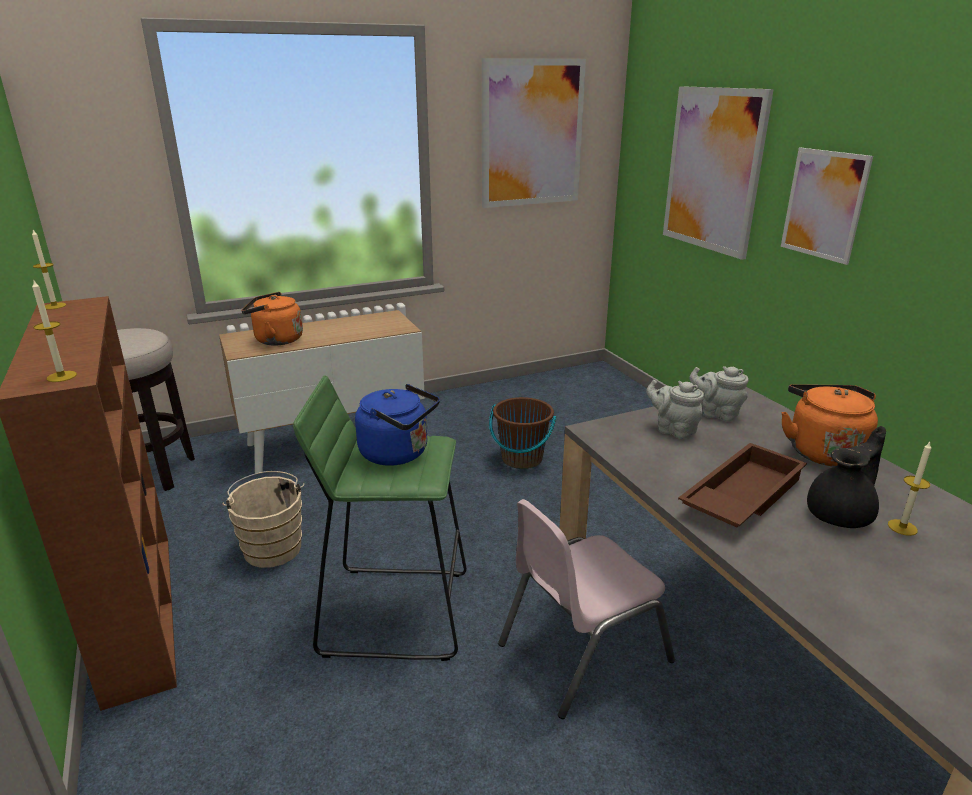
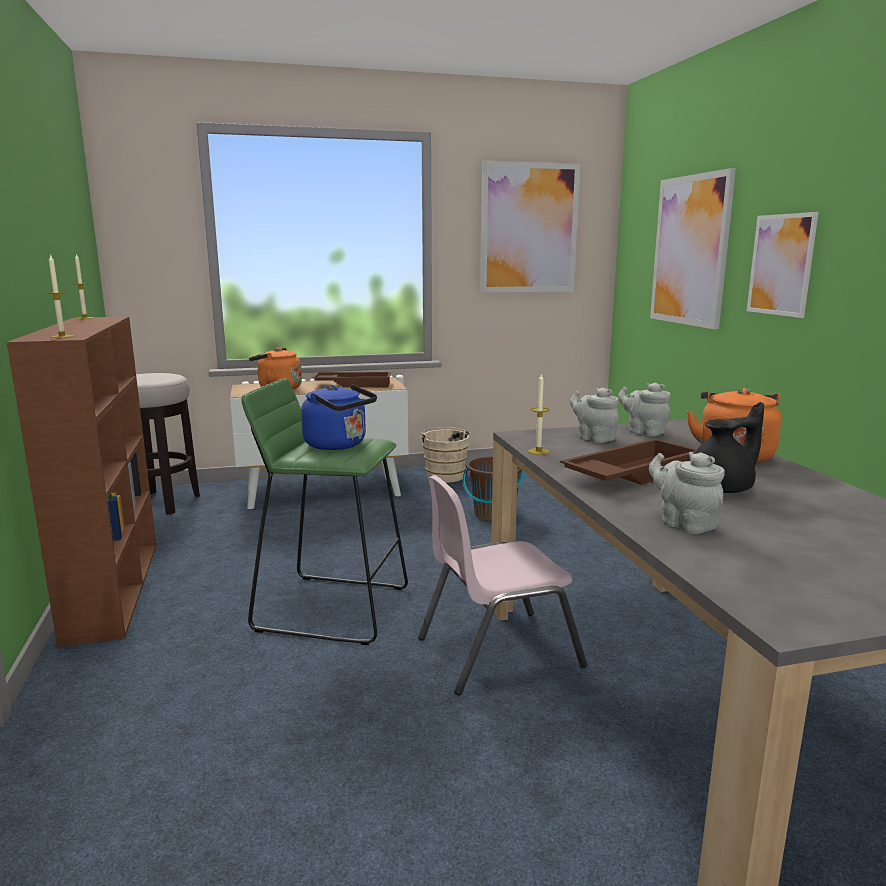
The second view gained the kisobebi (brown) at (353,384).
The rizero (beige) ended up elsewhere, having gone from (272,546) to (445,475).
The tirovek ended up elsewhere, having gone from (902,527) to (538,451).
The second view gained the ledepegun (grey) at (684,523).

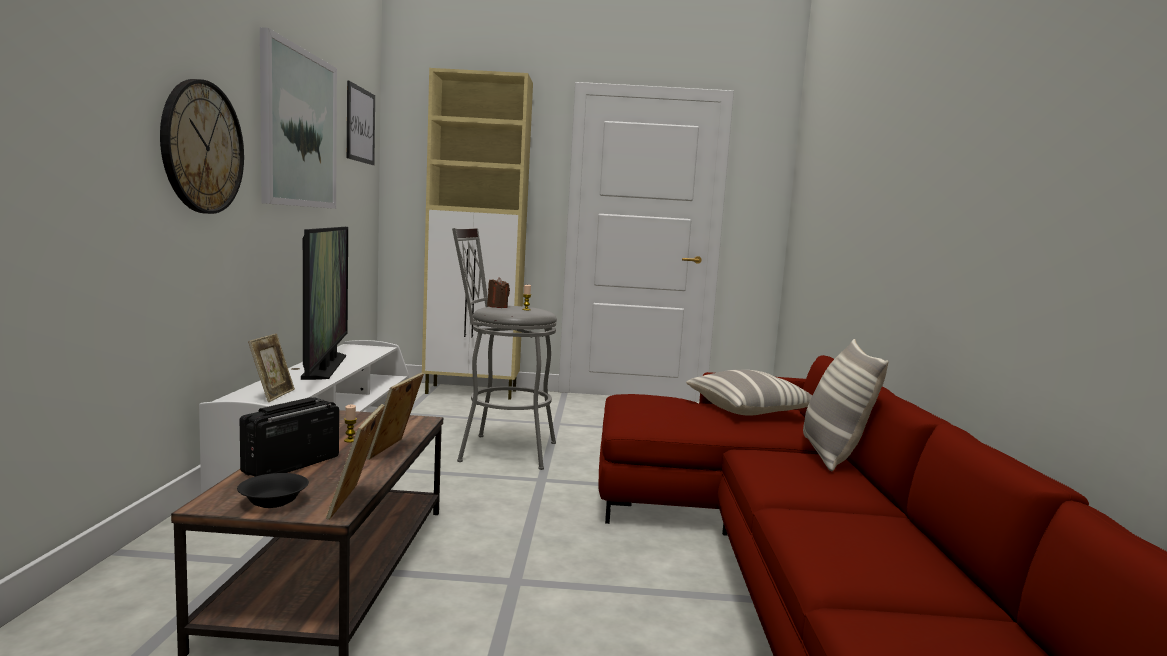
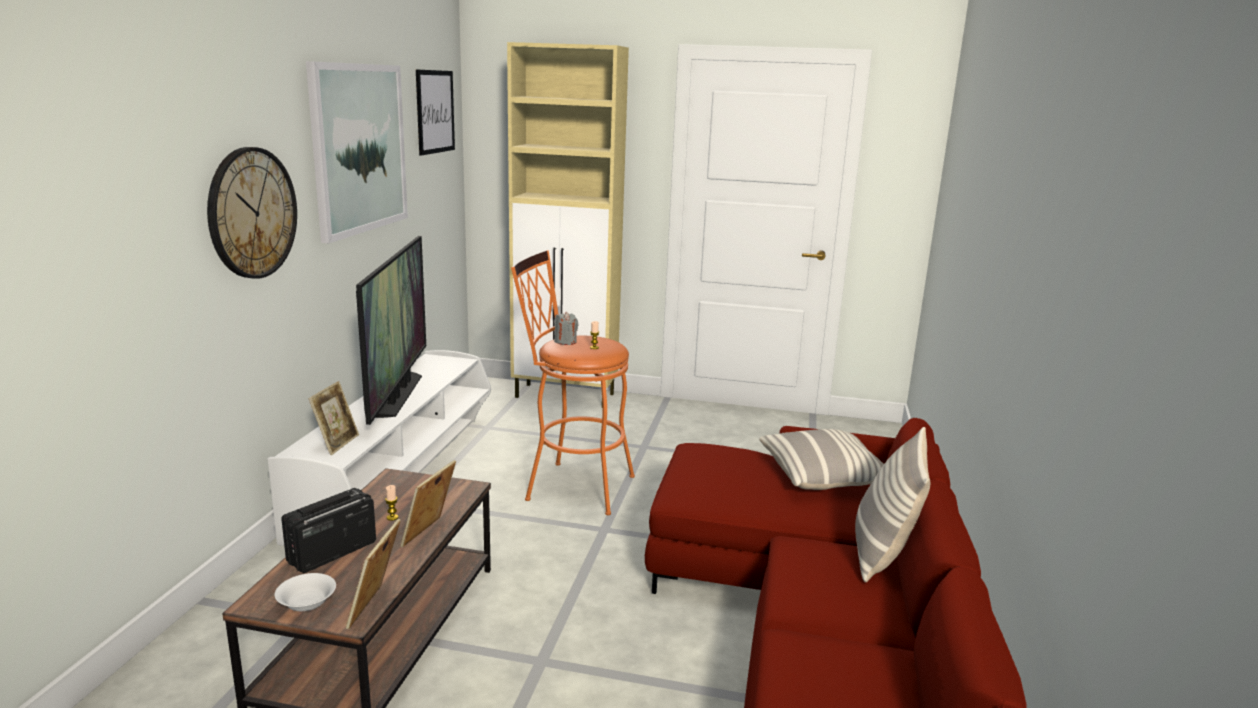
What was the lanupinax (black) at (272,502) turned into the lanupinax (white) at (306,603).
What was the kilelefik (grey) at (499,450) turned into the kilelefik (orange) at (572,486).
What was the tirovek (brown) at (497,306) turned into the tirovek (grey) at (565,342).

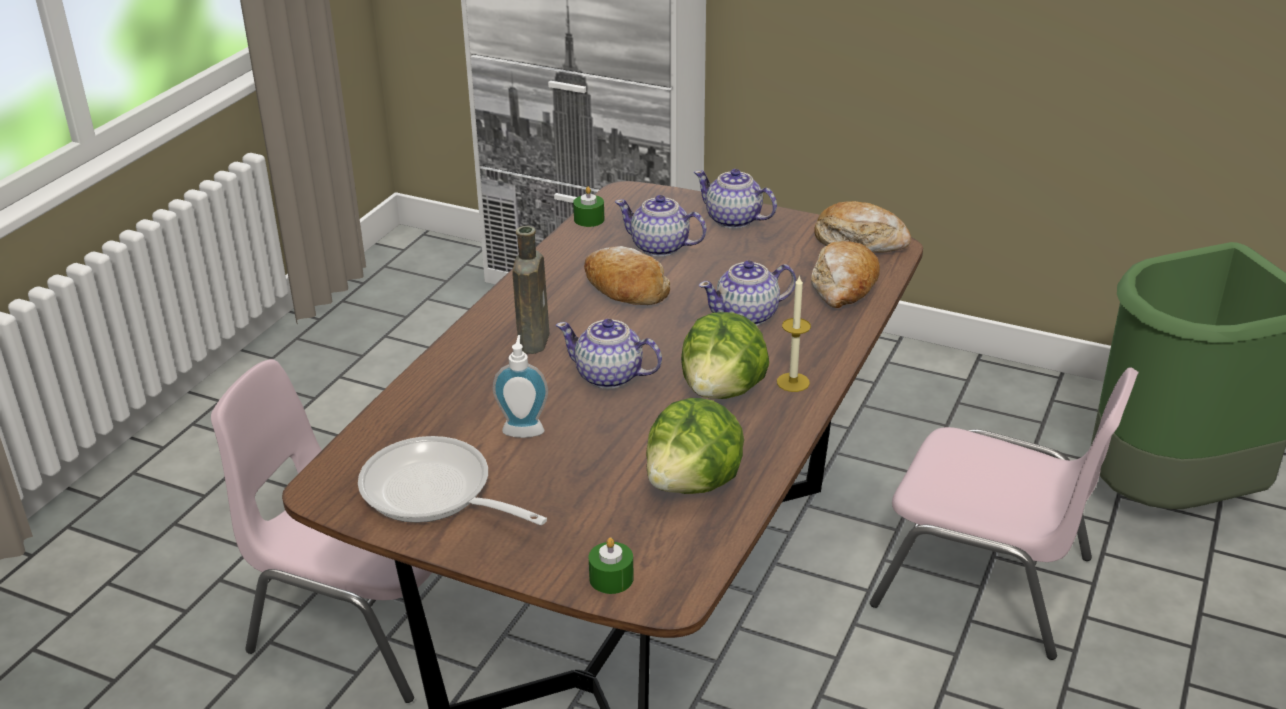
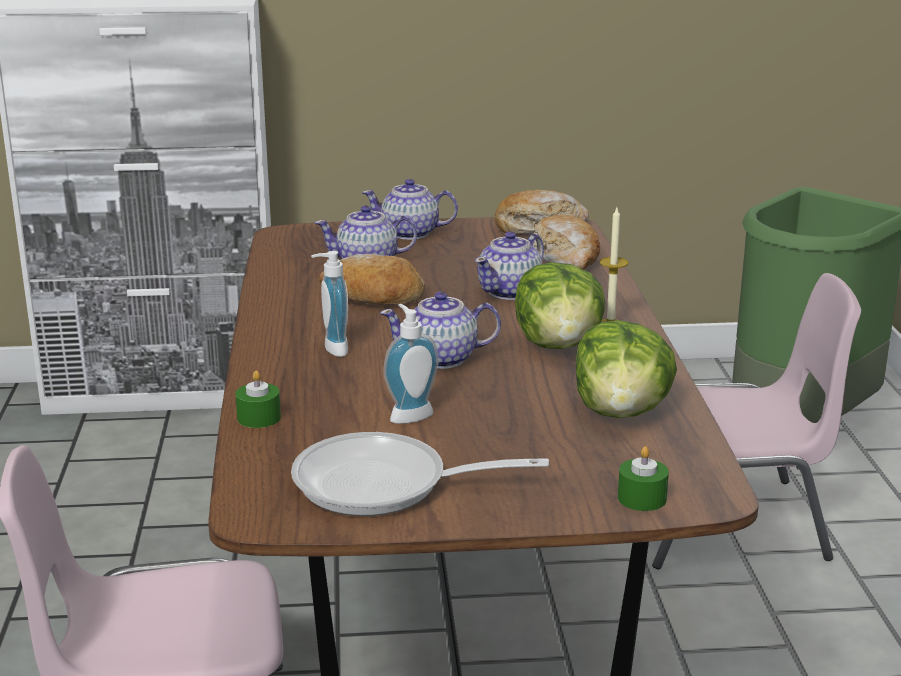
The tirovek (green) ended up elsewhere, having gone from (589,219) to (259,418).
Where the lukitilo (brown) stood at (534,339), the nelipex came to stand at (331,349).

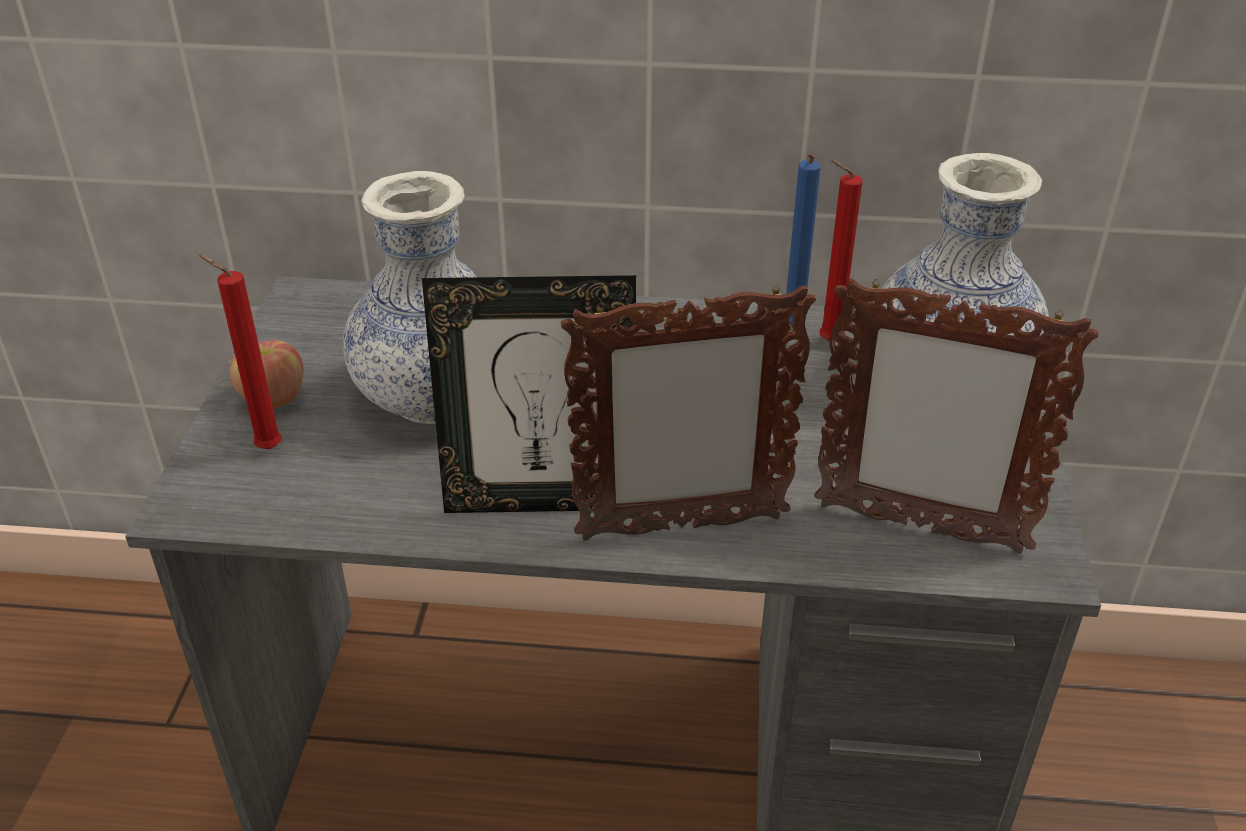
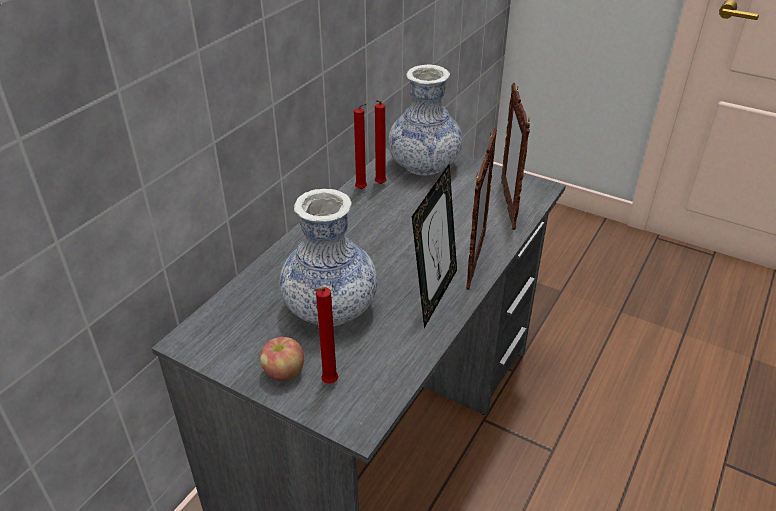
What was the tirovek (blue) at (792,328) turned into the tirovek (red) at (362,190).
The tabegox at (918,527) ended up facing another way, 135 degrees clockwise from before.

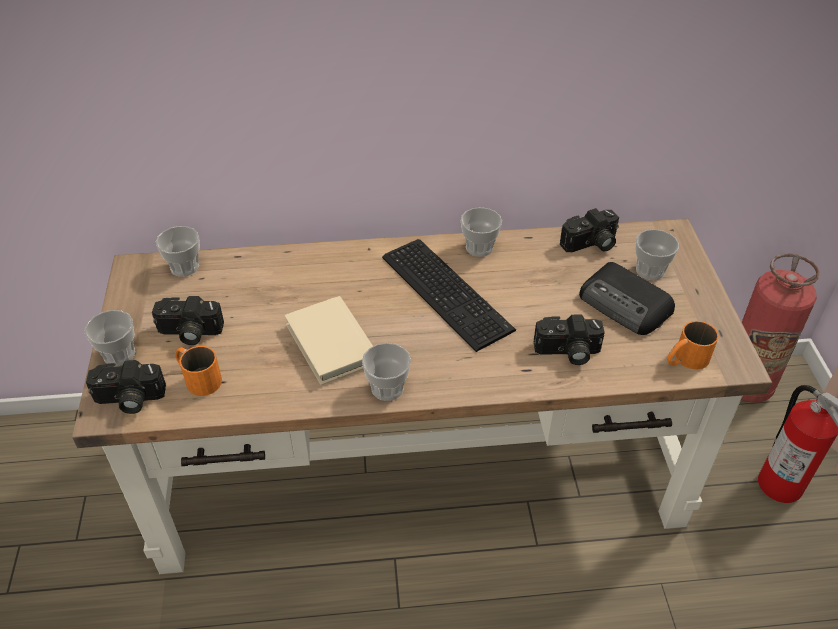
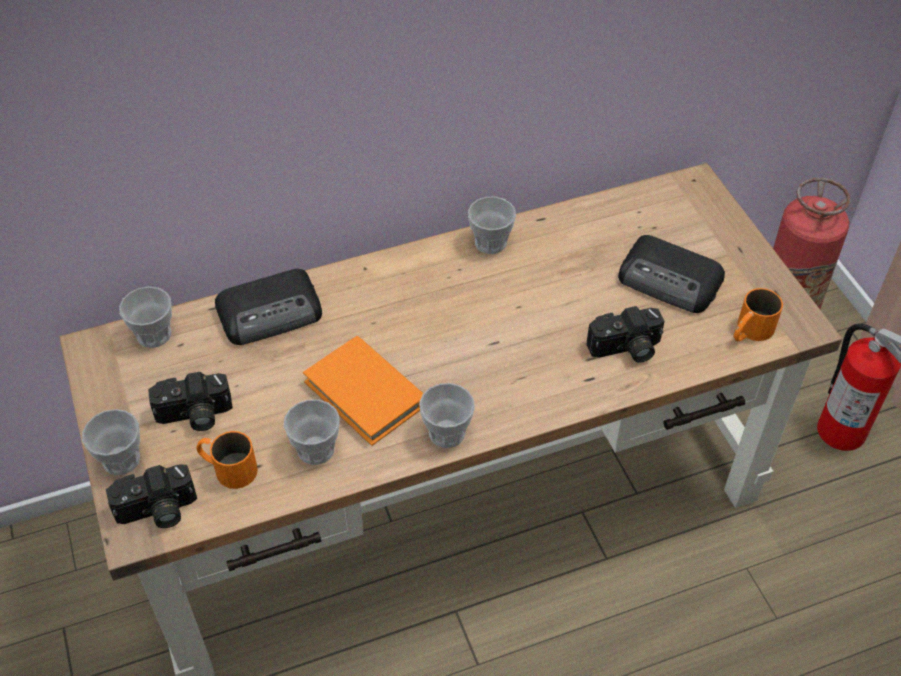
The second view gained the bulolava at (272,312).
The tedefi ended up elsewhere, having gone from (650,270) to (316,449).
What was the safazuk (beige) at (332,343) turned into the safazuk (orange) at (365,393).
The second view lost the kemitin at (447,290).
The second view lost the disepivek at (590,244).

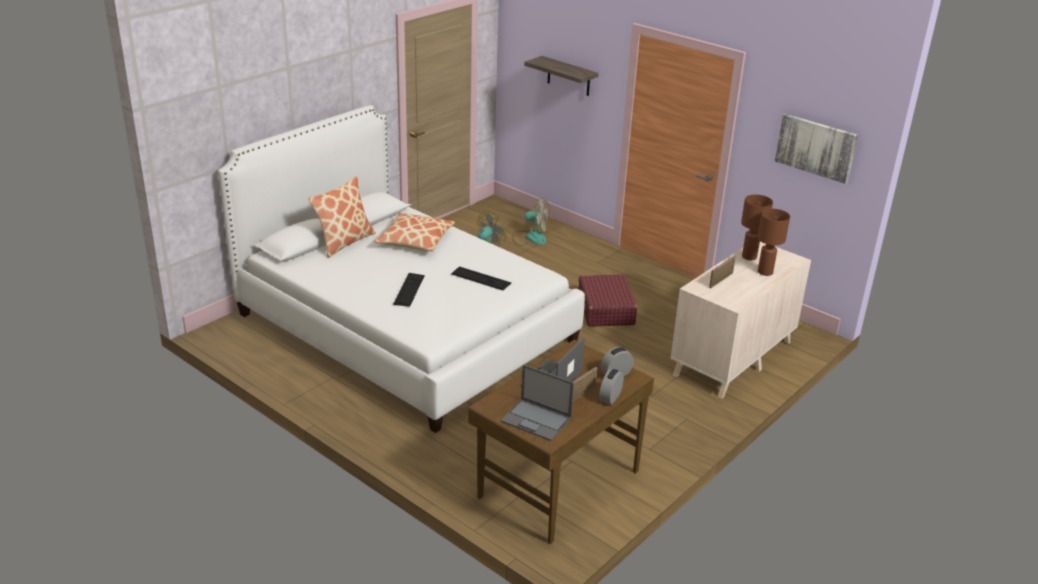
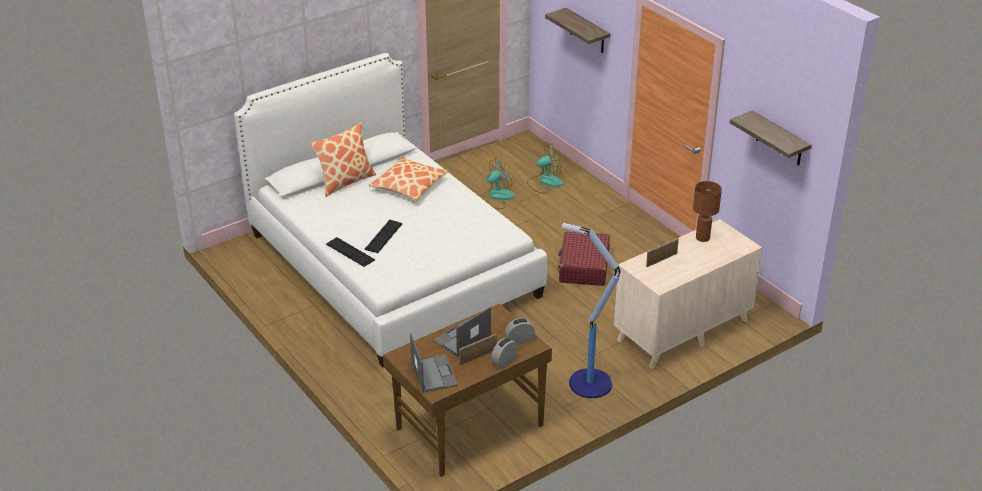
The kemitin ended up elsewhere, having gone from (480,278) to (350,252).
The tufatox at (537,420) ended up facing another way, 150 degrees counterclockwise from before.
The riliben at (530,237) ended up facing another way, 45 degrees counterclockwise from before.
The second view gained the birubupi at (588,383).
Where the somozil hung at (816,147), the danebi came to hang at (779,139).
The second view lost the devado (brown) at (764,272).

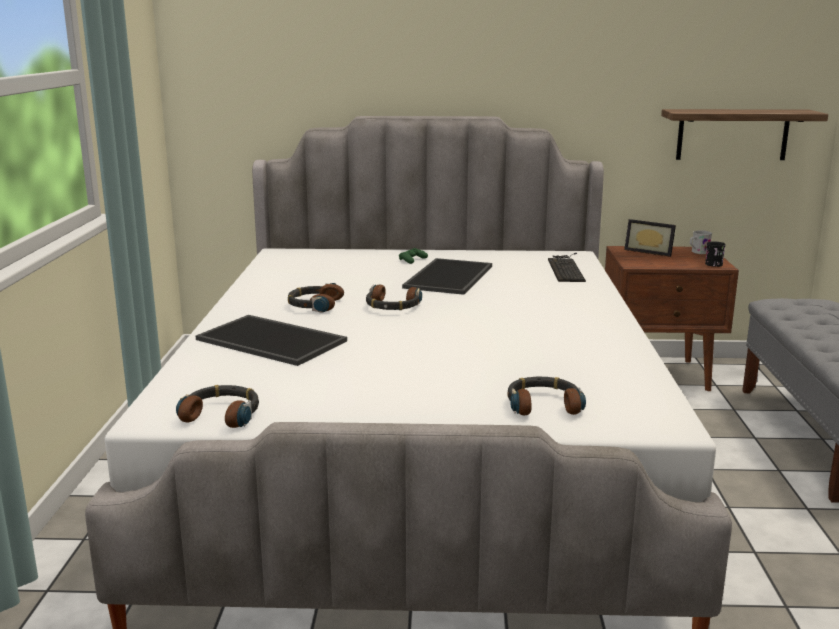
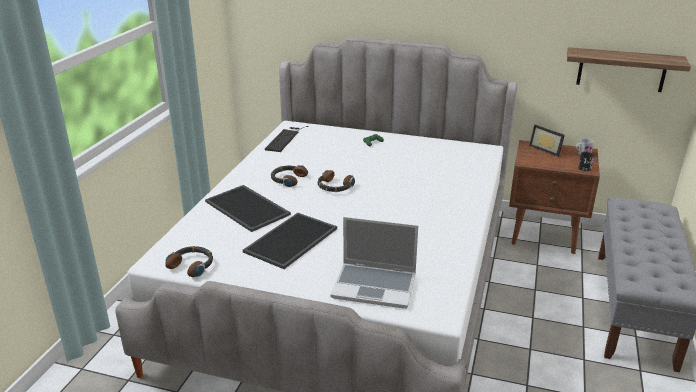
The kisobebi ended up elsewhere, having gone from (450,277) to (292,241).
The kemitin ended up elsewhere, having gone from (566,268) to (285,138).
Where the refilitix stood at (543,405), the tufatox came to stand at (375,286).

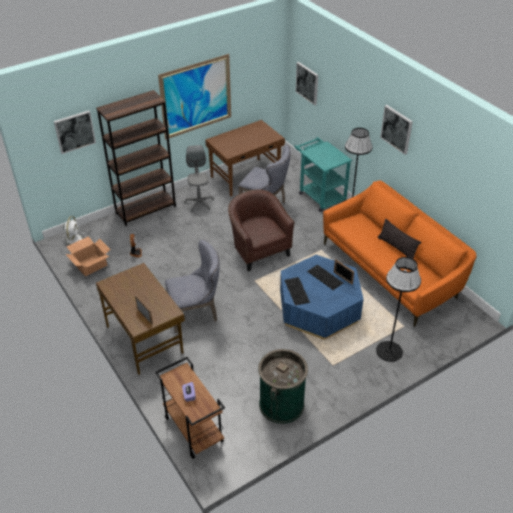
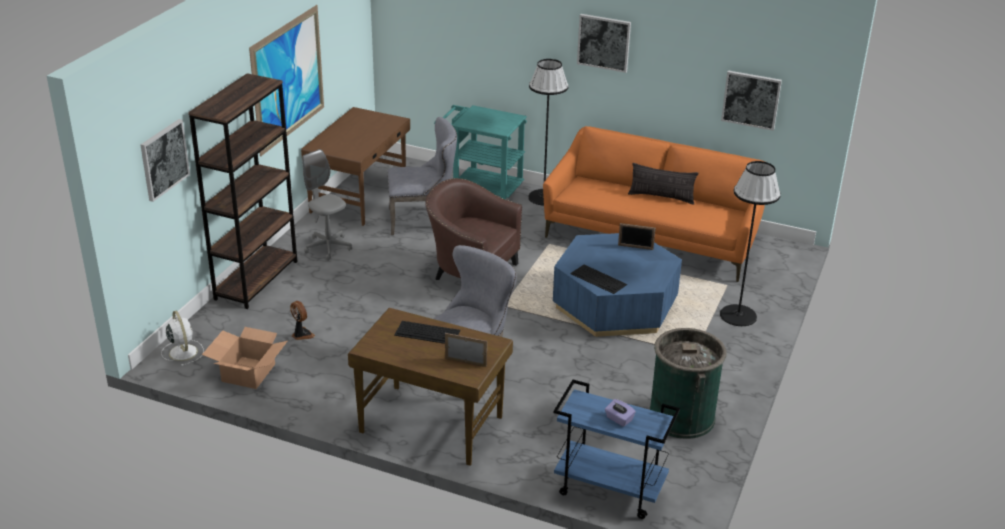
The kemitin ended up elsewhere, having gone from (325,277) to (428,332).
What was the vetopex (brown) at (193,429) turned into the vetopex (blue) at (608,490).
The somozil ended up elsewhere, having gone from (307,83) to (751,99).

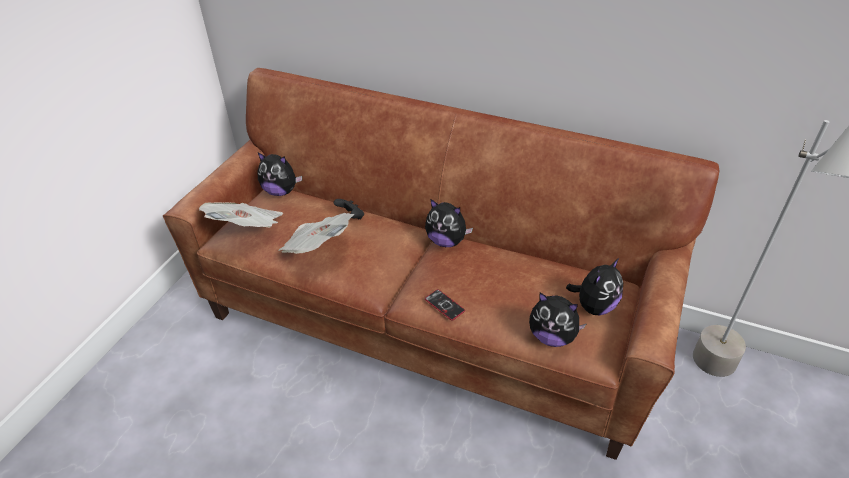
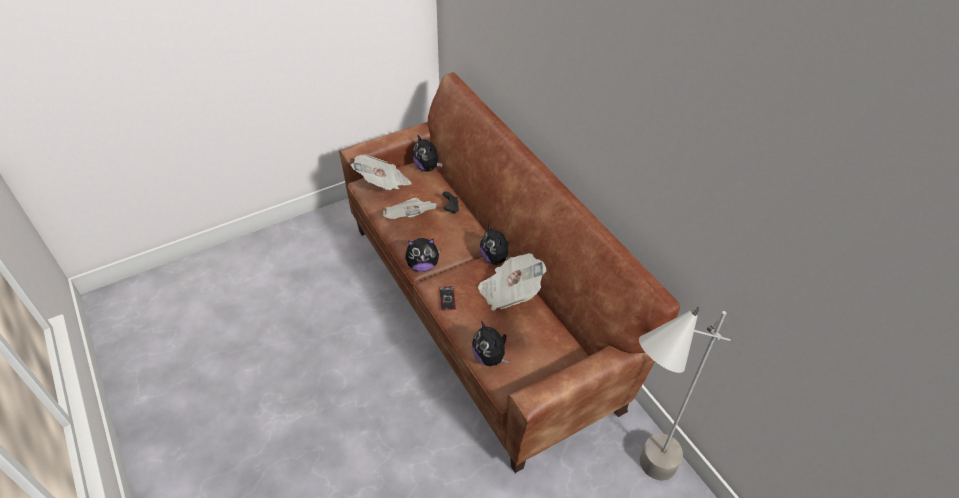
The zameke ended up elsewhere, having gone from (594,306) to (422,265).
The second view gained the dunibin at (510,292).

